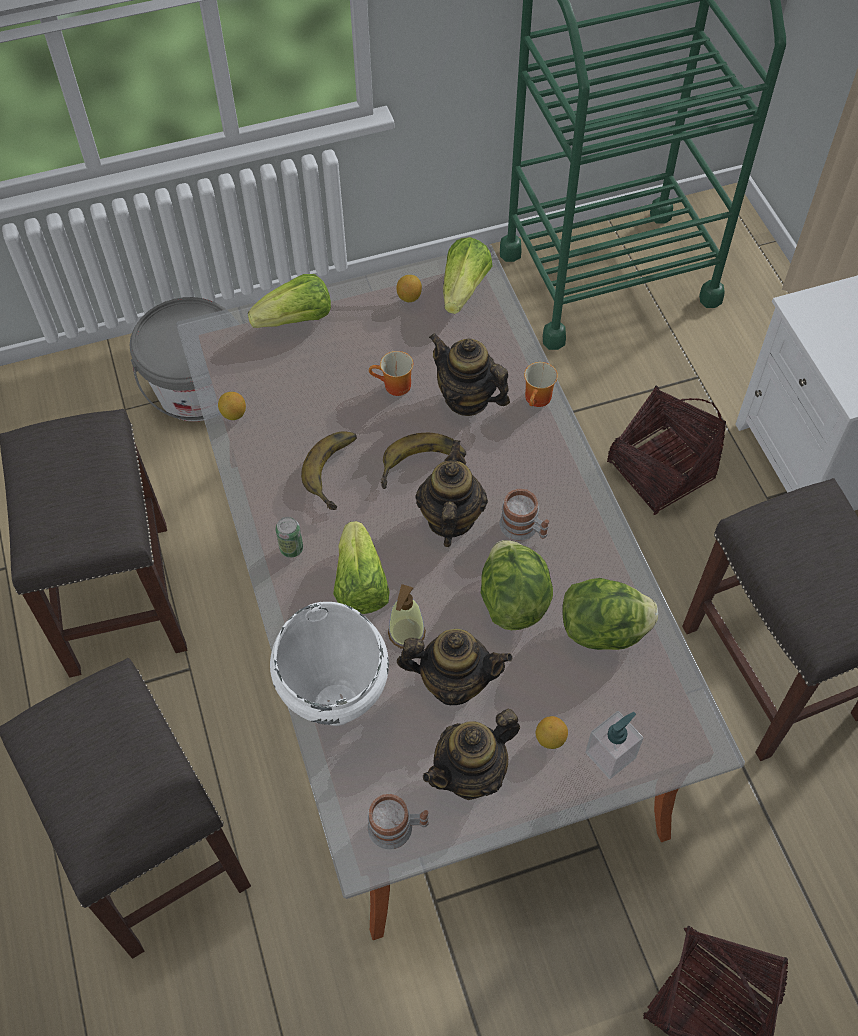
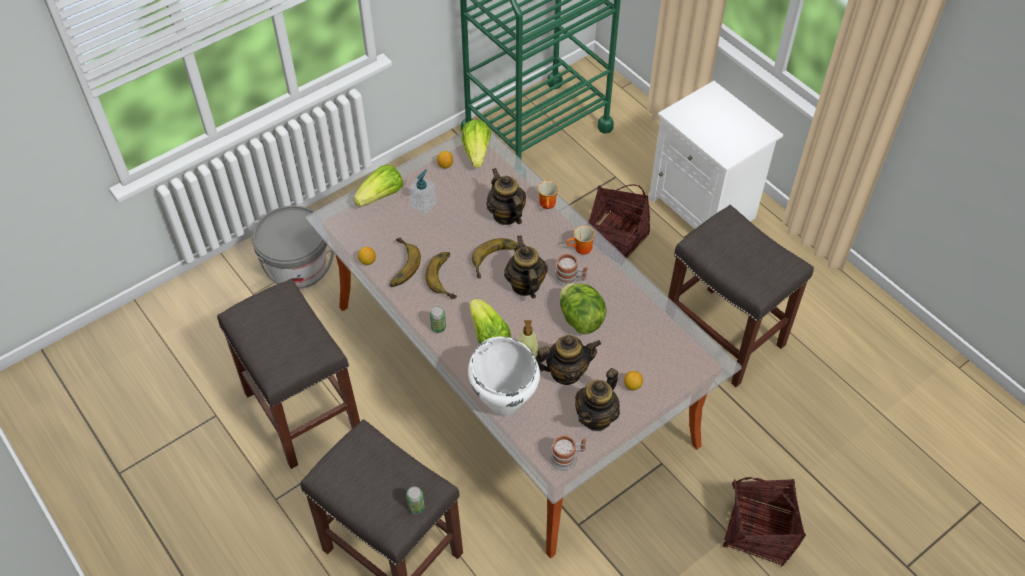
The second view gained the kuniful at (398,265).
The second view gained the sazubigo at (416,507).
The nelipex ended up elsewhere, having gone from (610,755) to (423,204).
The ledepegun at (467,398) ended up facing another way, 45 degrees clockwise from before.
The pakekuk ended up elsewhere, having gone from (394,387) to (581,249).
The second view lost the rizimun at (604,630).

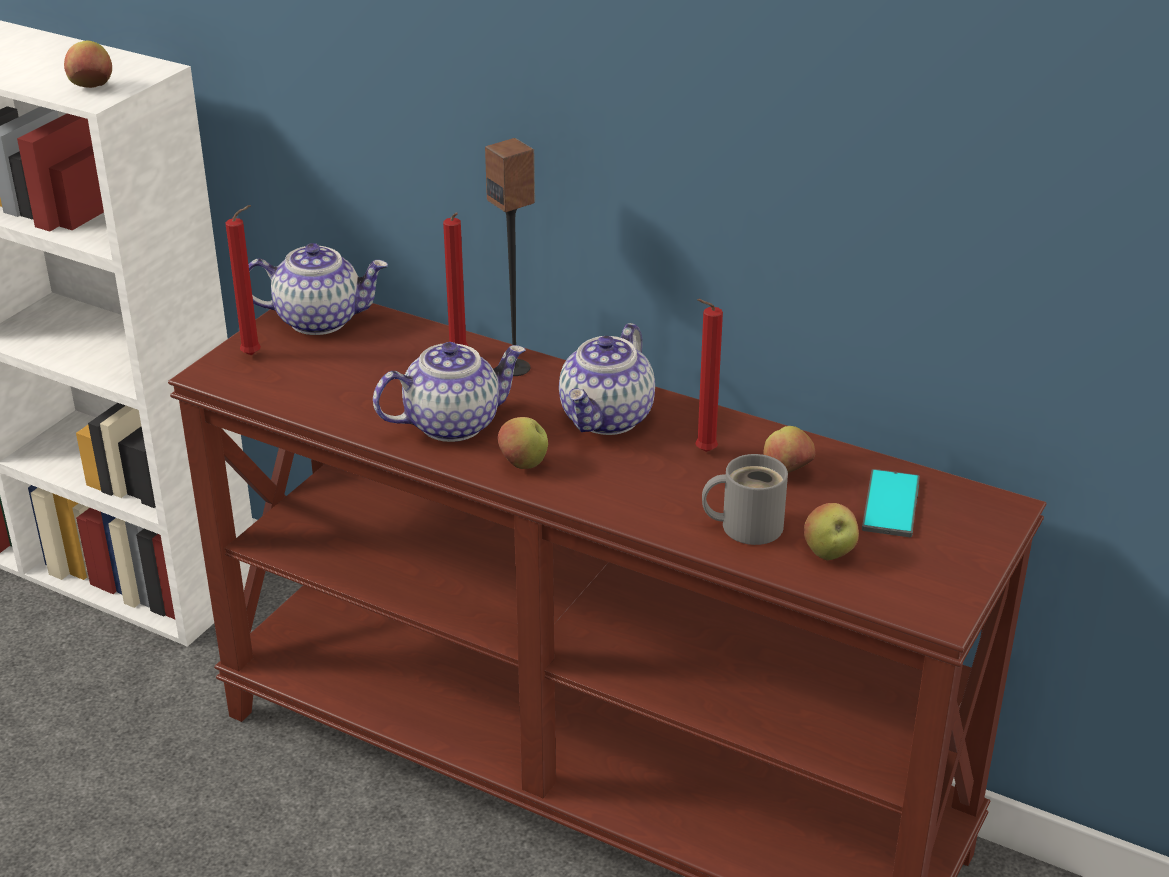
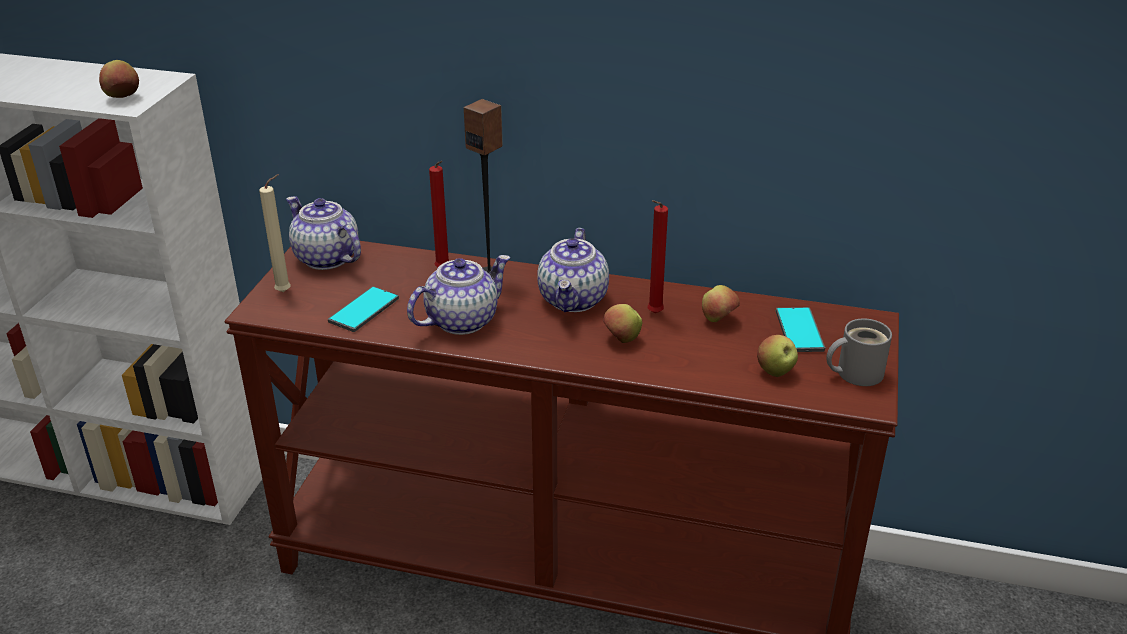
What was the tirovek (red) at (254,355) turned into the tirovek (beige) at (286,291).
The ledepegun at (320,319) ended up facing another way, 120 degrees counterclockwise from before.
The second view gained the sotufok at (364,310).
The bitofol ended up elsewhere, having gone from (523,464) to (621,339).
The pakekuk (grey) ended up elsewhere, having gone from (746,525) to (855,372).

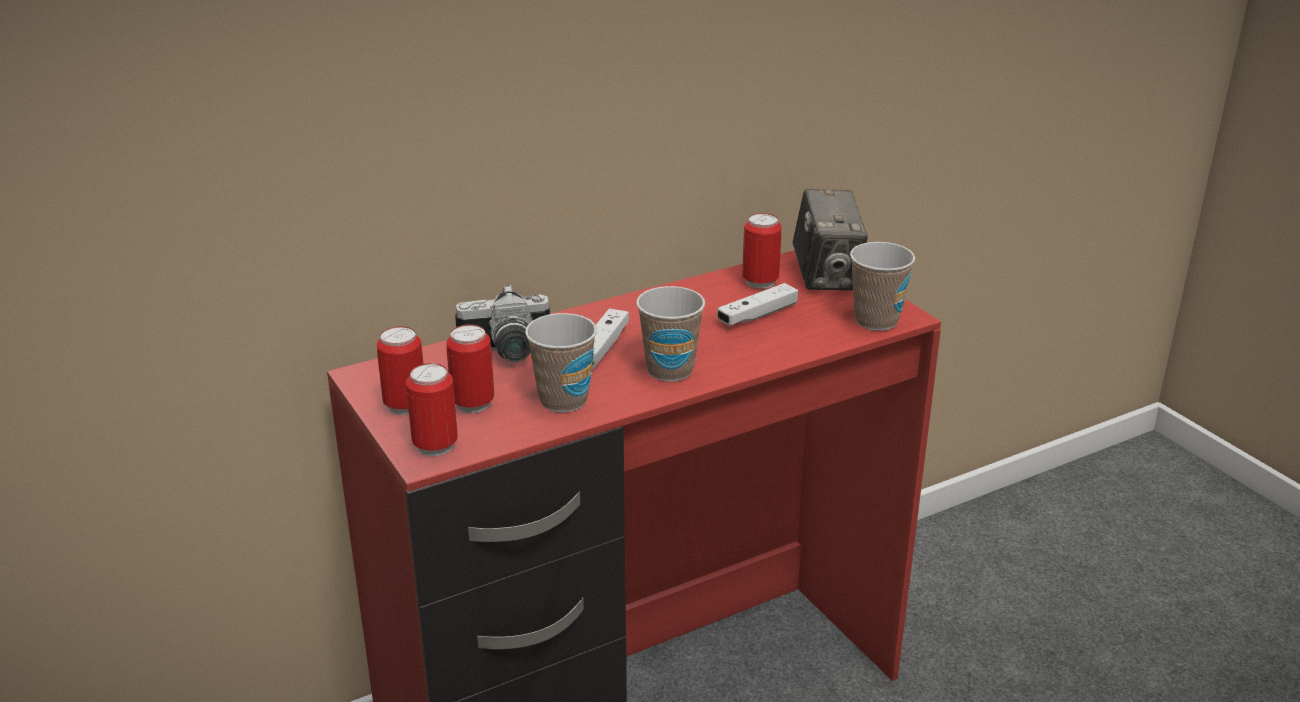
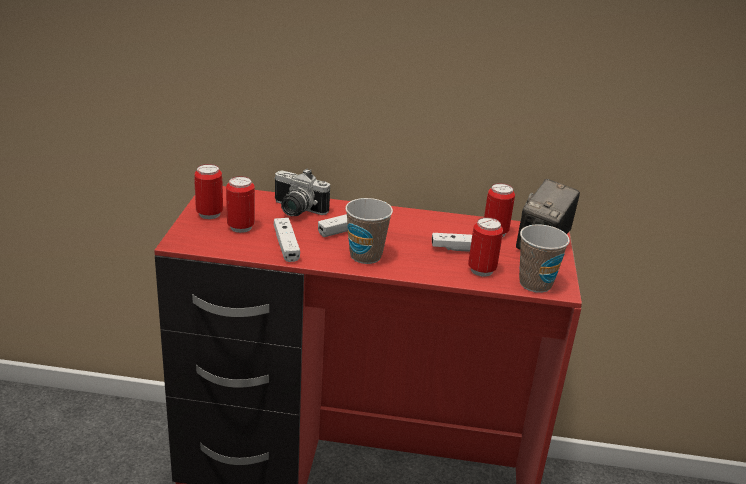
Where the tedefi stood at (563,400), the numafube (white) came to stand at (286,245).
The sazubigo ended up elsewhere, having gone from (435,446) to (481,270).

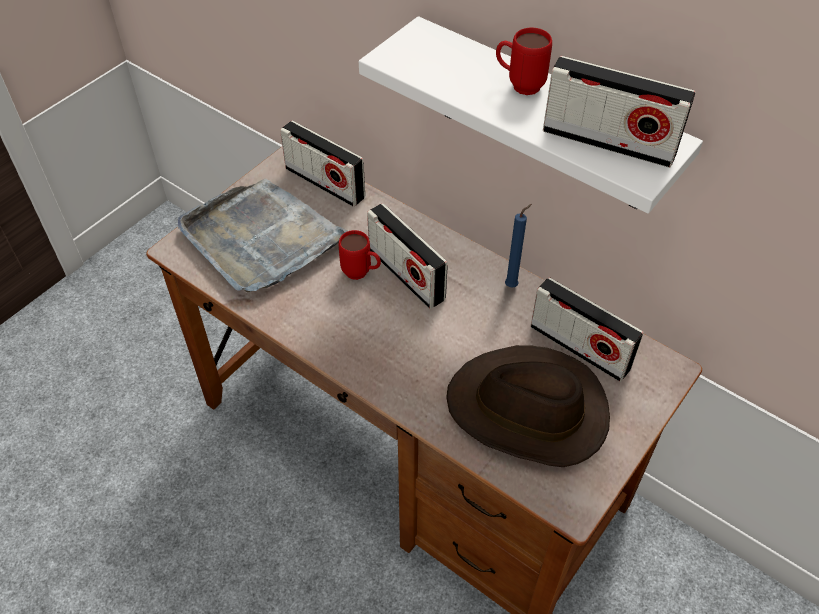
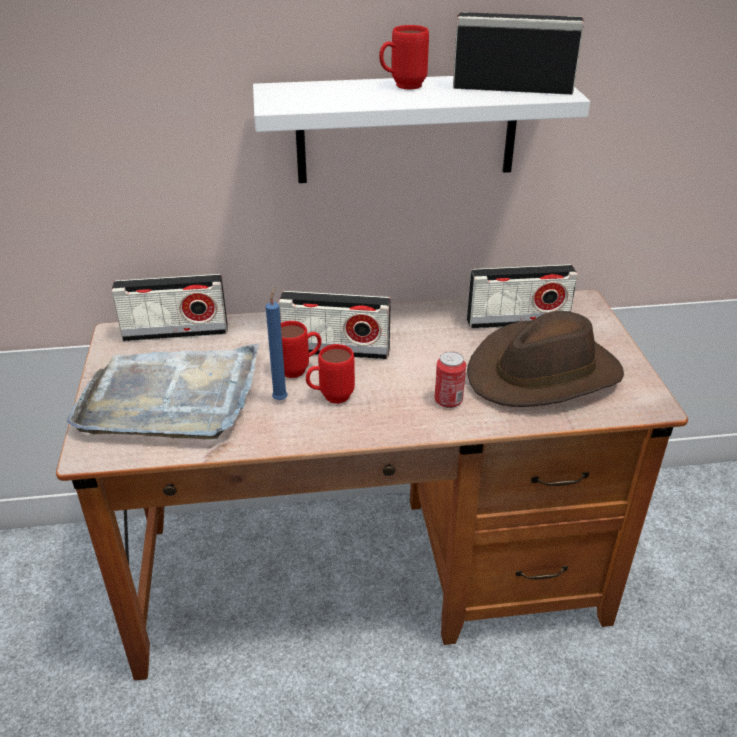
The tirovek (blue) ended up elsewhere, having gone from (513,285) to (281,398).
The second view gained the pakekuk (red) at (330,398).
The second view gained the sazubigo at (448,401).
The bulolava at (608,142) ended up facing another way, 150 degrees counterclockwise from before.

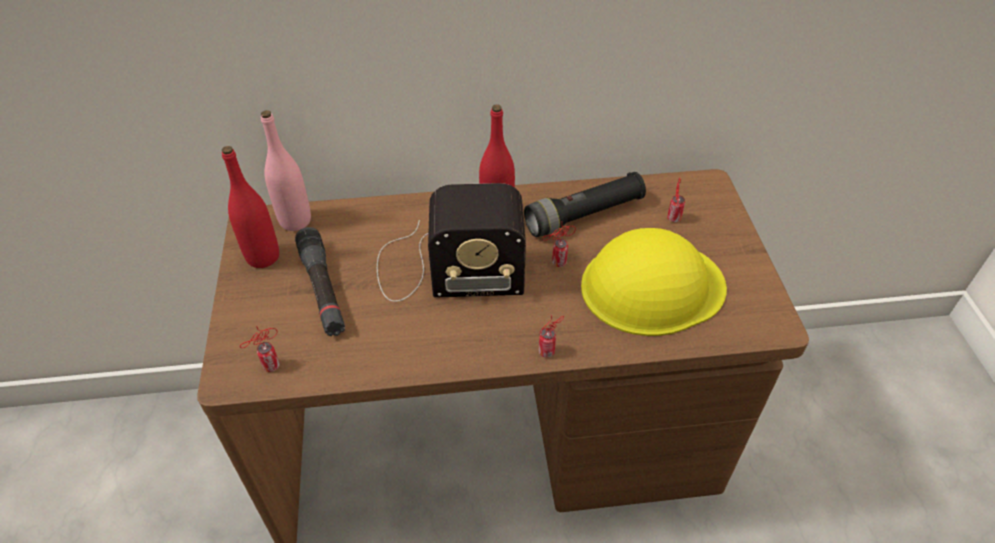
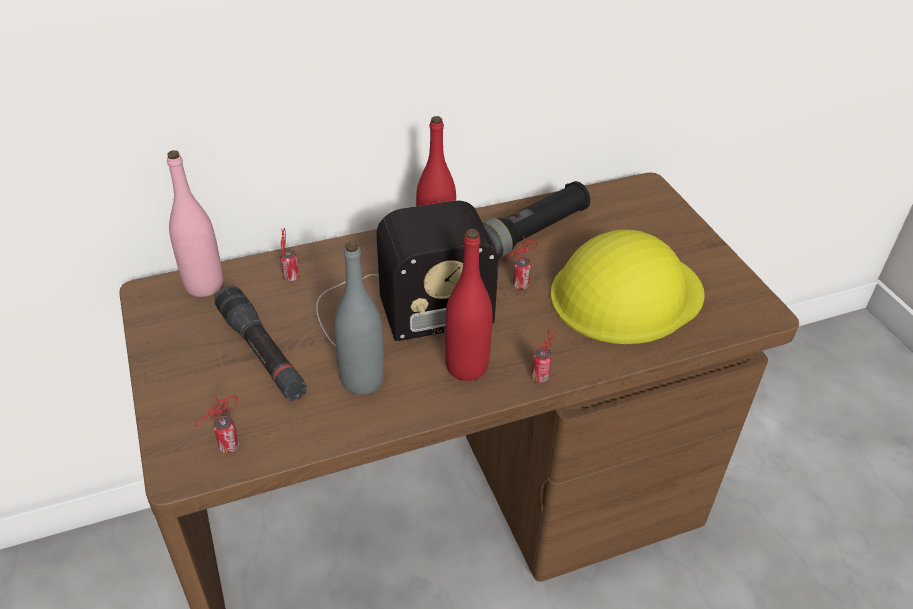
The sazubigo ended up elsewhere, having gone from (673,220) to (291,278).
The second view gained the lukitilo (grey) at (362,380).
The lukitilo (red) ended up elsewhere, having gone from (263,257) to (466,367).

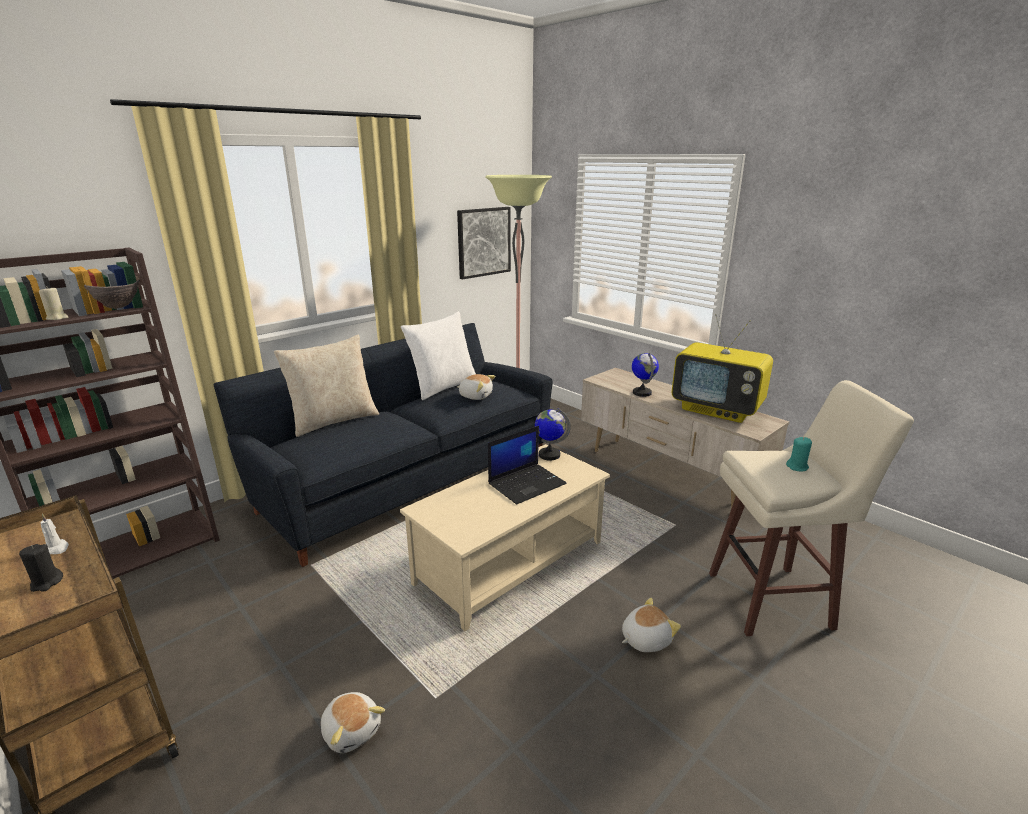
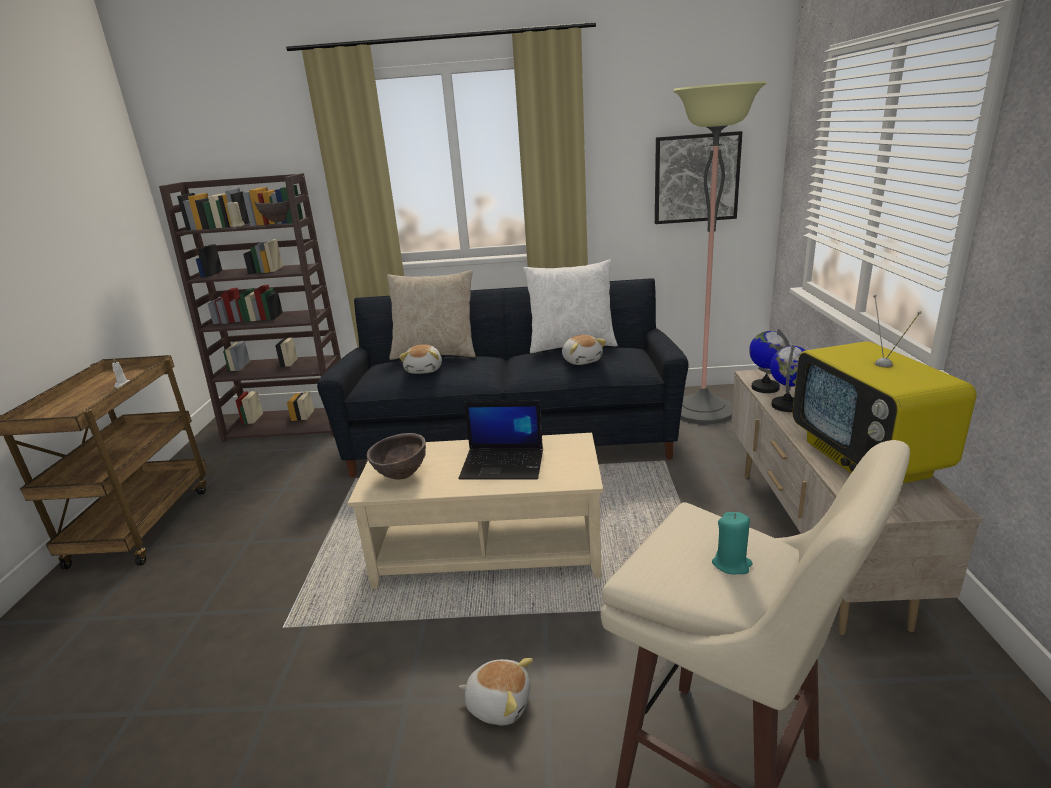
The second view gained the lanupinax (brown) at (401,476).
The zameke ended up elsewhere, having gone from (352,730) to (424,370).
The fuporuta ended up elsewhere, having gone from (549,455) to (765,387).
The second view lost the tirovek (black) at (46,583).

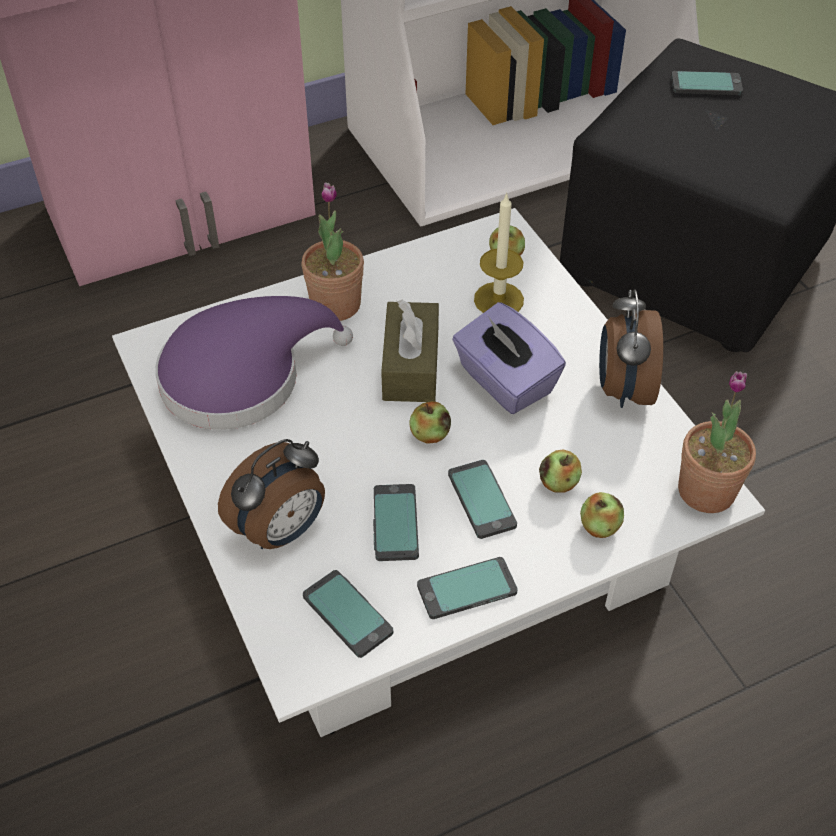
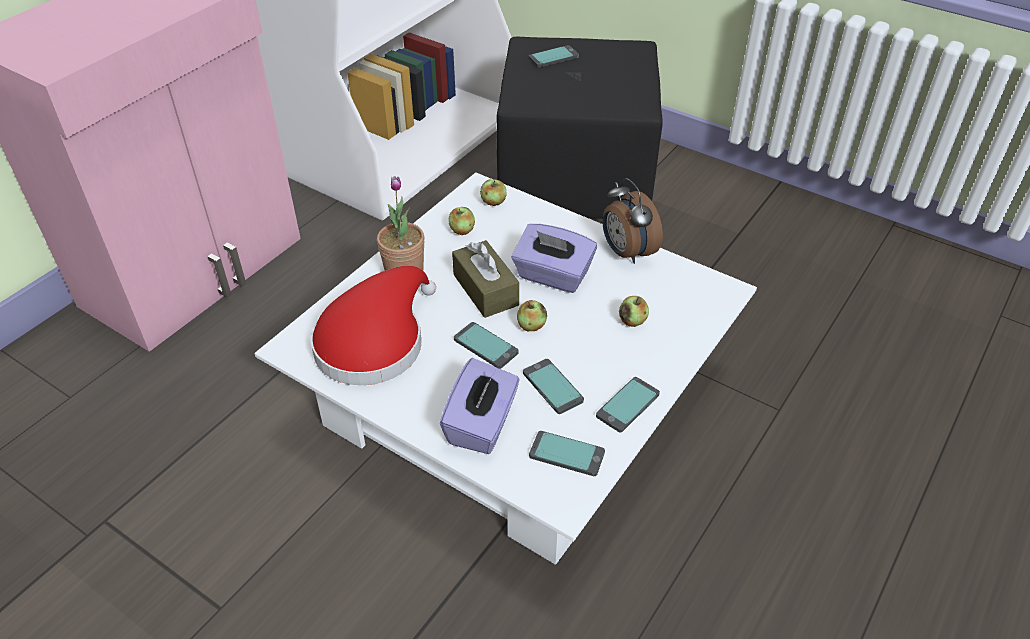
What was the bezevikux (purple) at (241,376) turned into the bezevikux (red) at (375,341).
Where the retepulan stood at (281,531), the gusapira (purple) came to stand at (482,424).
The bitofol ended up elsewhere, having gone from (599,526) to (462,230).
The sotufok ended up elsewhere, having gone from (482,500) to (486,346).
The second view lost the tirovek at (498,299).
The second view lost the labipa at (706,491).

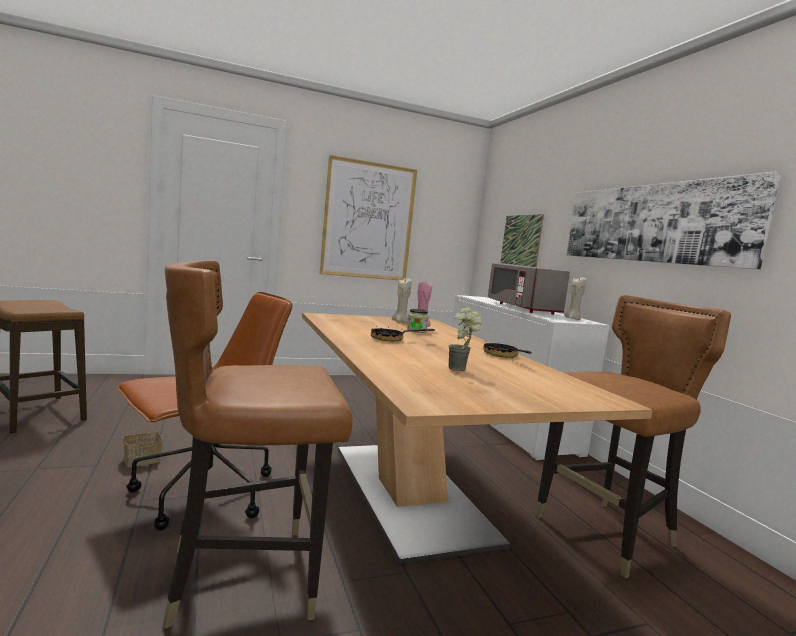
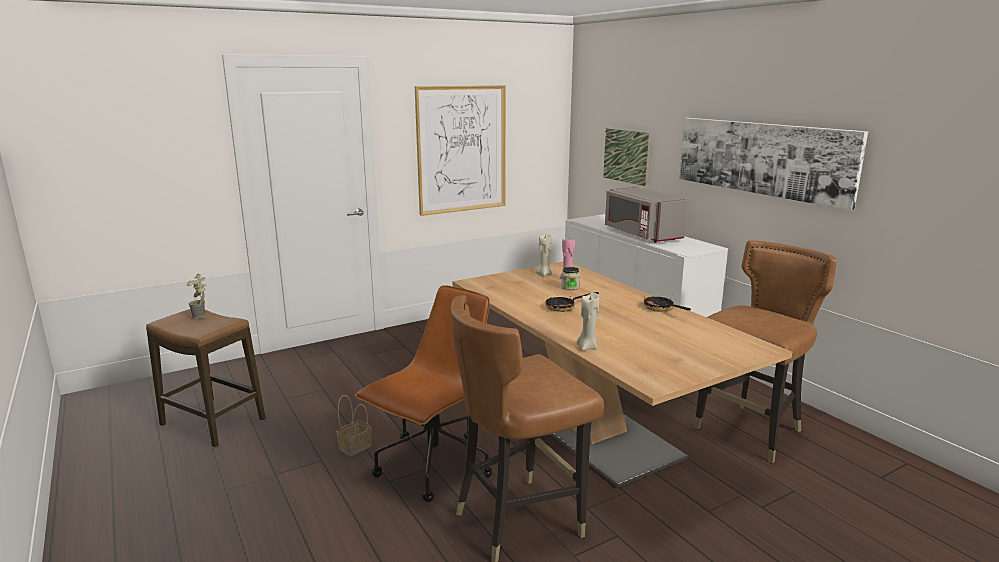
The labipa ended up elsewhere, having gone from (462,370) to (202,317).
The tirovek (beige) ended up elsewhere, having gone from (572,318) to (587,347).

